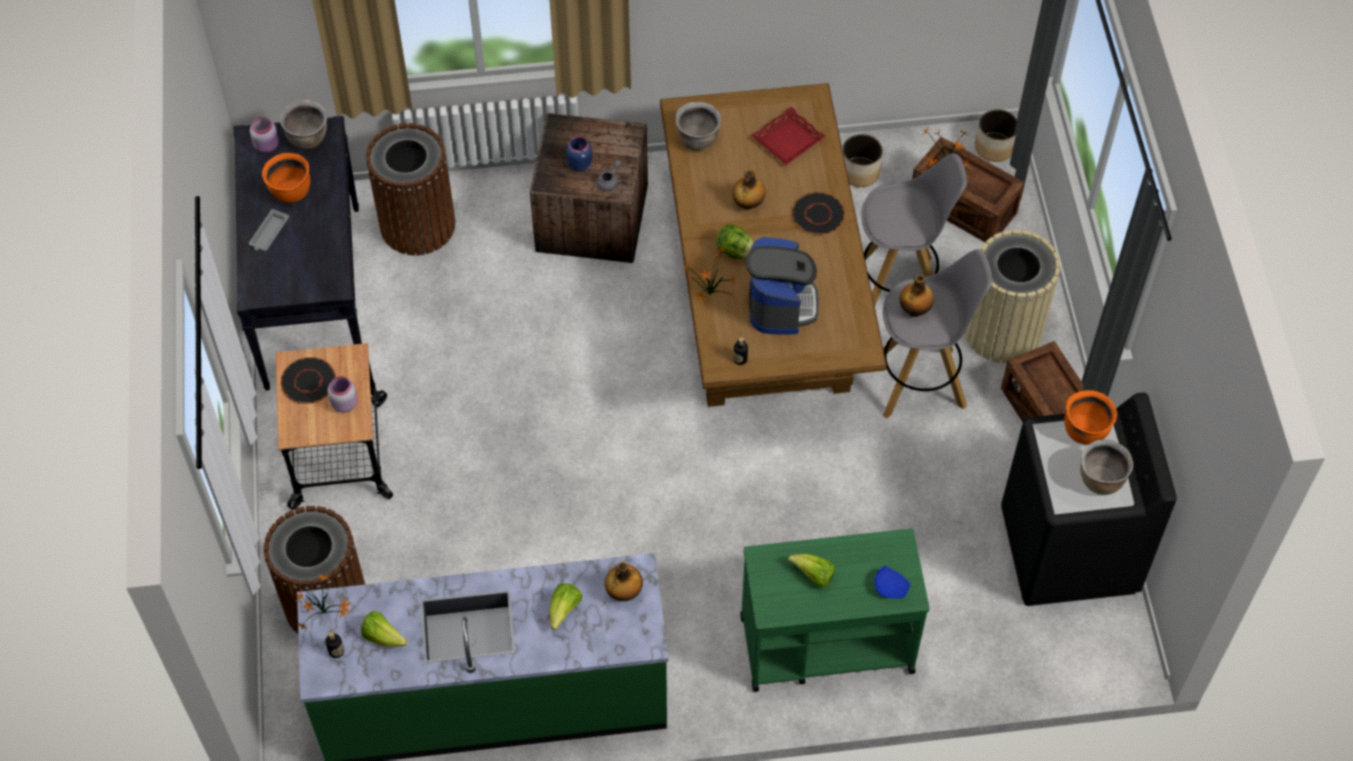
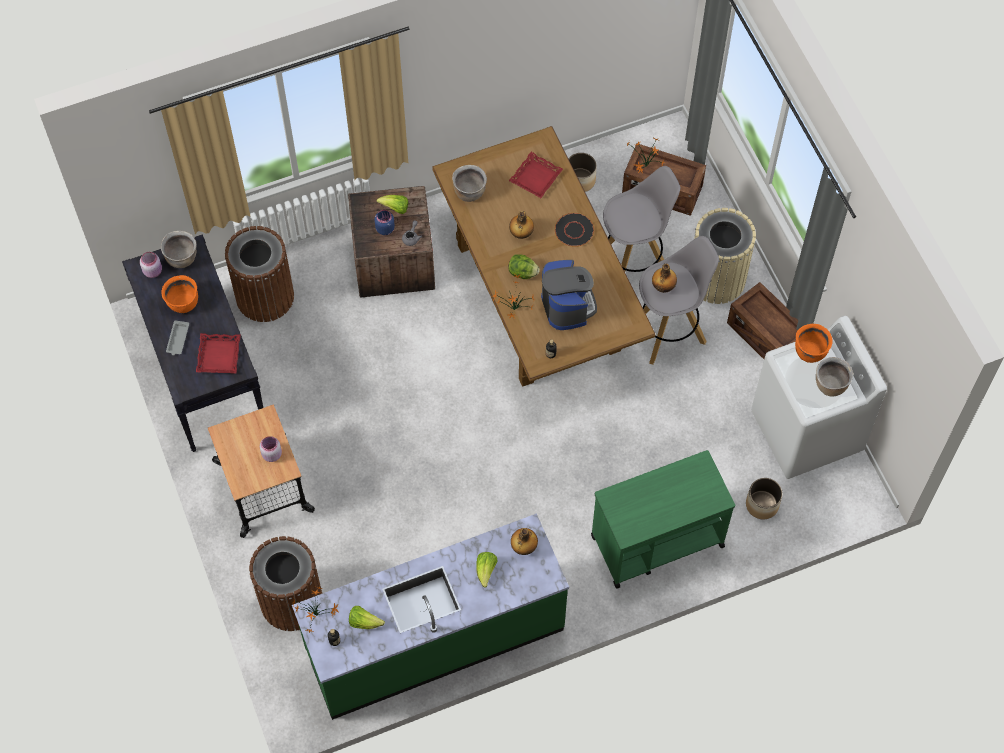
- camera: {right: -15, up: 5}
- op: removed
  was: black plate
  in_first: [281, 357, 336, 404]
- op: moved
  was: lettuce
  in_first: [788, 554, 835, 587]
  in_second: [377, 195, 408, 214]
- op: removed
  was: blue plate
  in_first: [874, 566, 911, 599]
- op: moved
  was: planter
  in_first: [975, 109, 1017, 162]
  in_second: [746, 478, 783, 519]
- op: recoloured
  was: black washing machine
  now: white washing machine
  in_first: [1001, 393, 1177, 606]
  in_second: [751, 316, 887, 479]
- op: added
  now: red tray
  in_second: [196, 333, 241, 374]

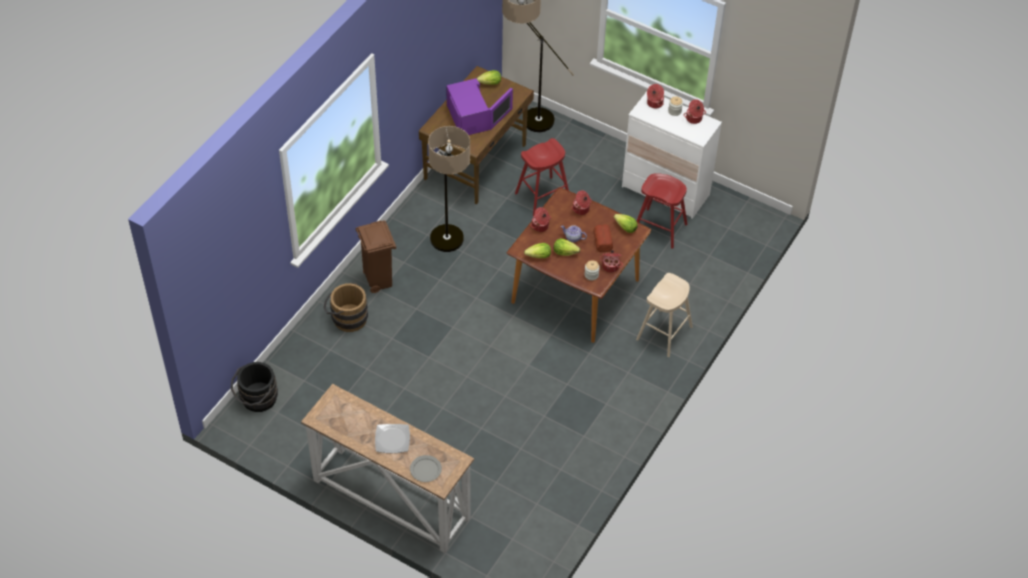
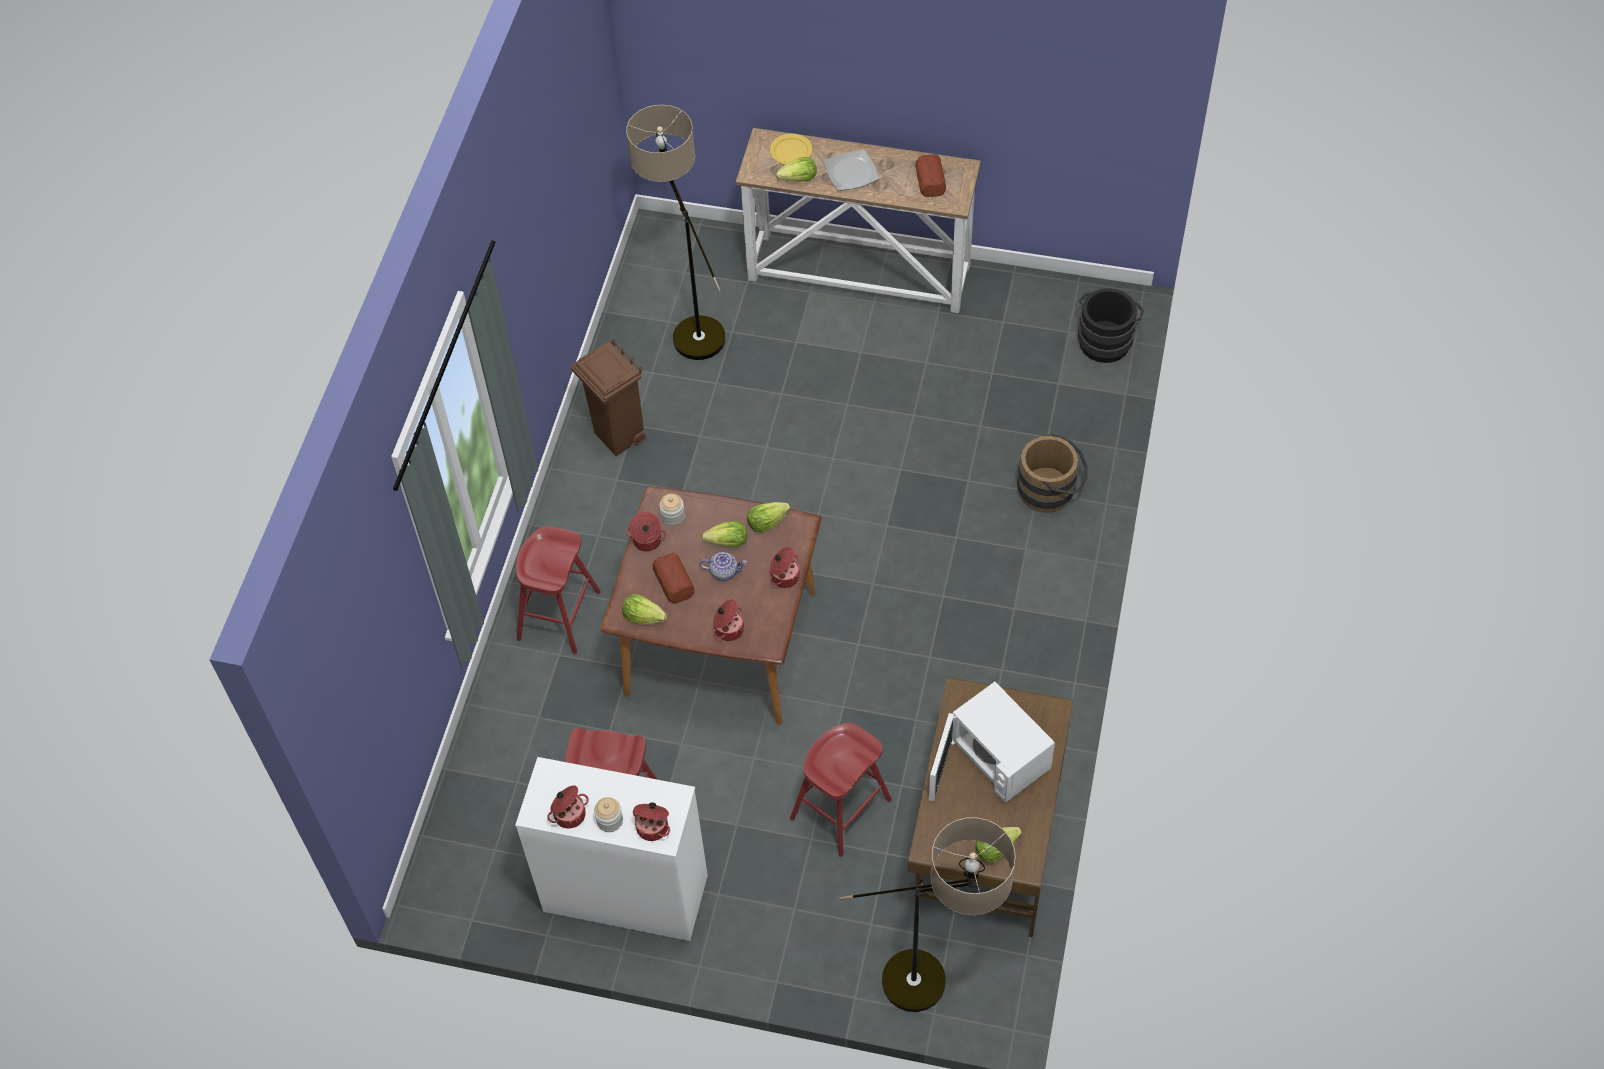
- camera: {right: 165, up: 5}
- op: moved
  was: brown trash can
  in_first: [355, 221, 396, 293]
  in_second: [571, 339, 646, 456]
- op: recoloured
  was: grey plate
  now: yellow plate
  in_first: [410, 455, 442, 482]
  in_second: [770, 134, 812, 165]
- op: moved
  was: floor lamp
  in_first: [428, 126, 470, 252]
  in_second: [626, 105, 725, 360]
- op: recoloured
  was: purple microwave
  now: white microwave
  in_first: [446, 78, 513, 135]
  in_second: [929, 682, 1055, 803]
- op: recoloured
  was: beige stool
  now: red stool
  in_first: [636, 273, 693, 357]
  in_second: [516, 527, 601, 654]
- op: added
  now: lettuce
  in_second: [776, 157, 817, 182]
- op: added
  now: bread
  in_second: [915, 154, 946, 197]

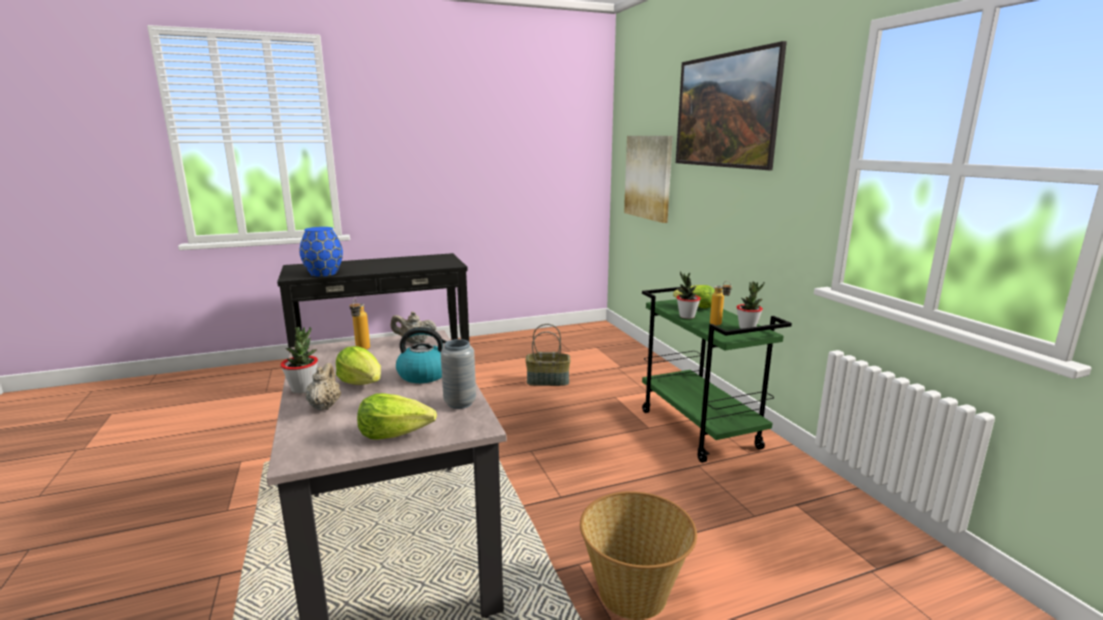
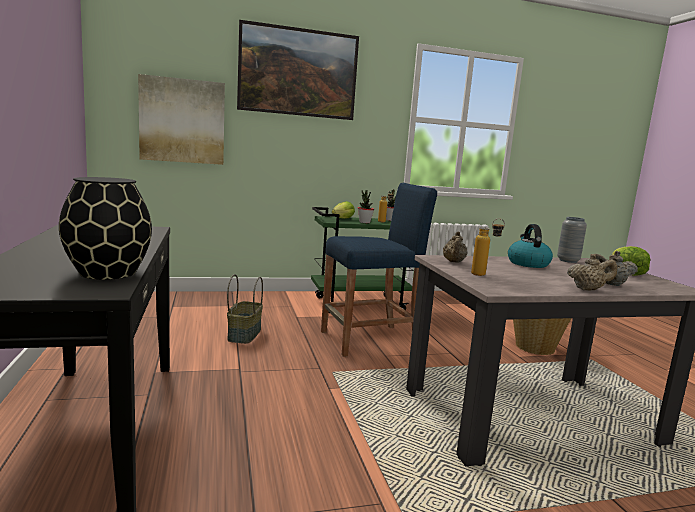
- camera: {right: -85, up: -5}
- op: replaced
  was: potted plant
  now: beige teapot
  in_first: [280, 327, 318, 394]
  in_second: [567, 254, 617, 291]
- op: recoloured
  was: blue vase
  now: black vase
  in_first: [299, 227, 343, 277]
  in_second: [59, 177, 152, 280]
- op: removed
  was: lettuce
  in_first: [336, 346, 381, 385]
- op: added
  now: blue stool
  in_second: [321, 183, 437, 357]

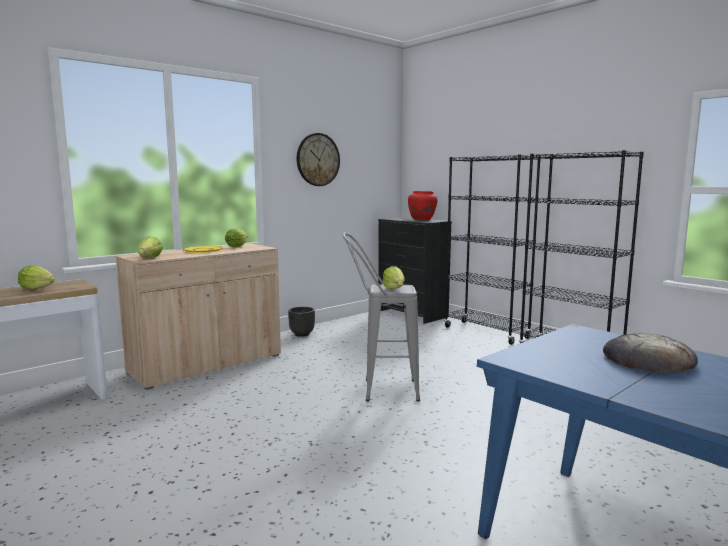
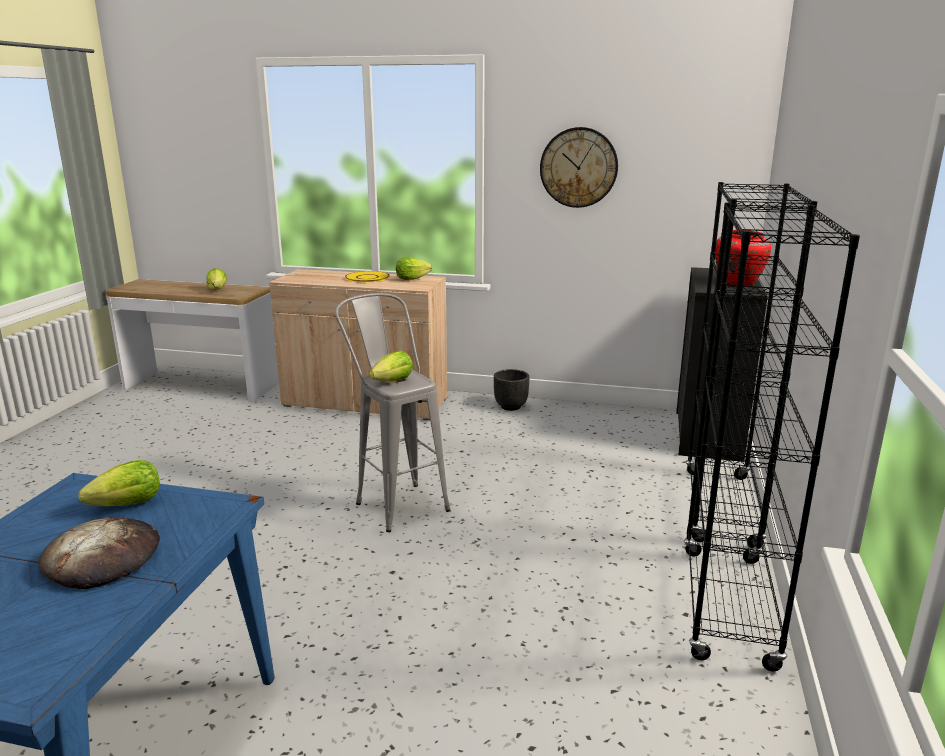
- camera: {right: 55, up: 10}
- op: moved
  was: lettuce
  in_first: [138, 237, 163, 258]
  in_second: [78, 460, 160, 506]

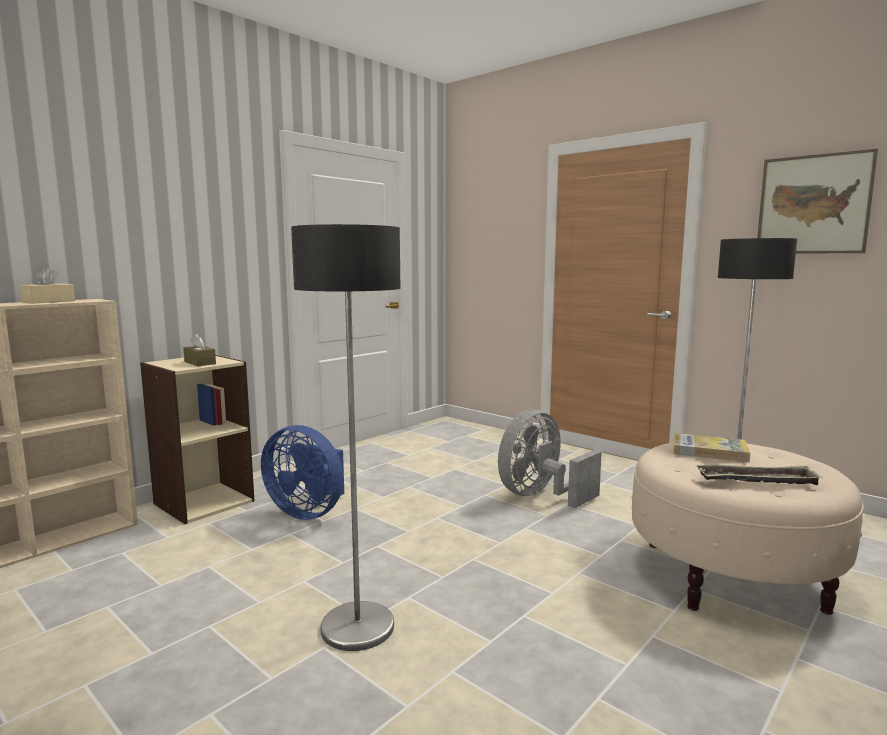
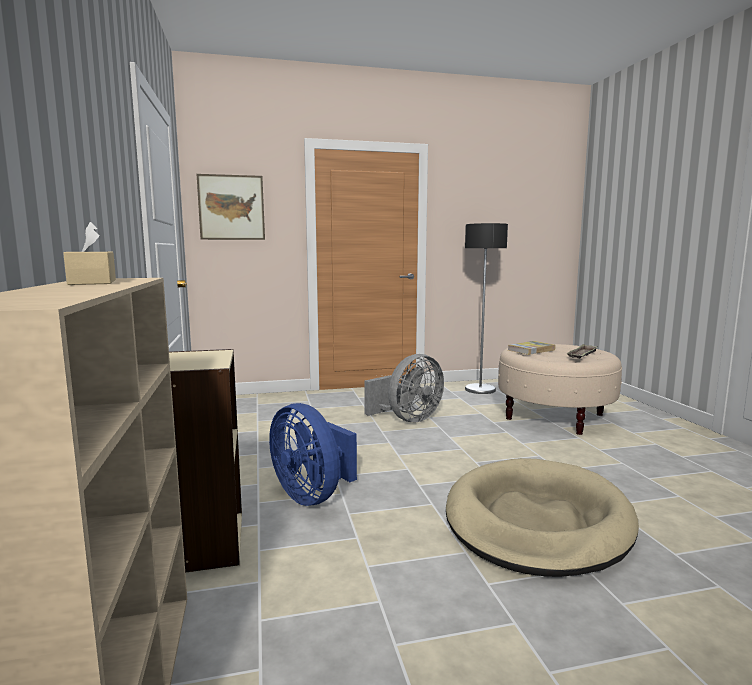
- camera: {right: -55, up: 0}
- op: removed
  was: brown tissue box
  in_first: [183, 334, 216, 366]
- op: turned
  was: blue fan
  in_first: [261, 425, 344, 520]
  in_second: [269, 403, 357, 506]
  clockwise: 75
- op: replaced
  was: floor lamp
  now: beige dog bed
  in_first: [291, 224, 400, 651]
  in_second: [446, 458, 639, 577]
- op: turned
  was: grey fan
  in_first: [498, 410, 602, 508]
  in_second: [364, 354, 444, 422]
  clockwise: -120
- op: moved
  was: picture
  in_first: [757, 149, 878, 254]
  in_second: [197, 174, 265, 240]

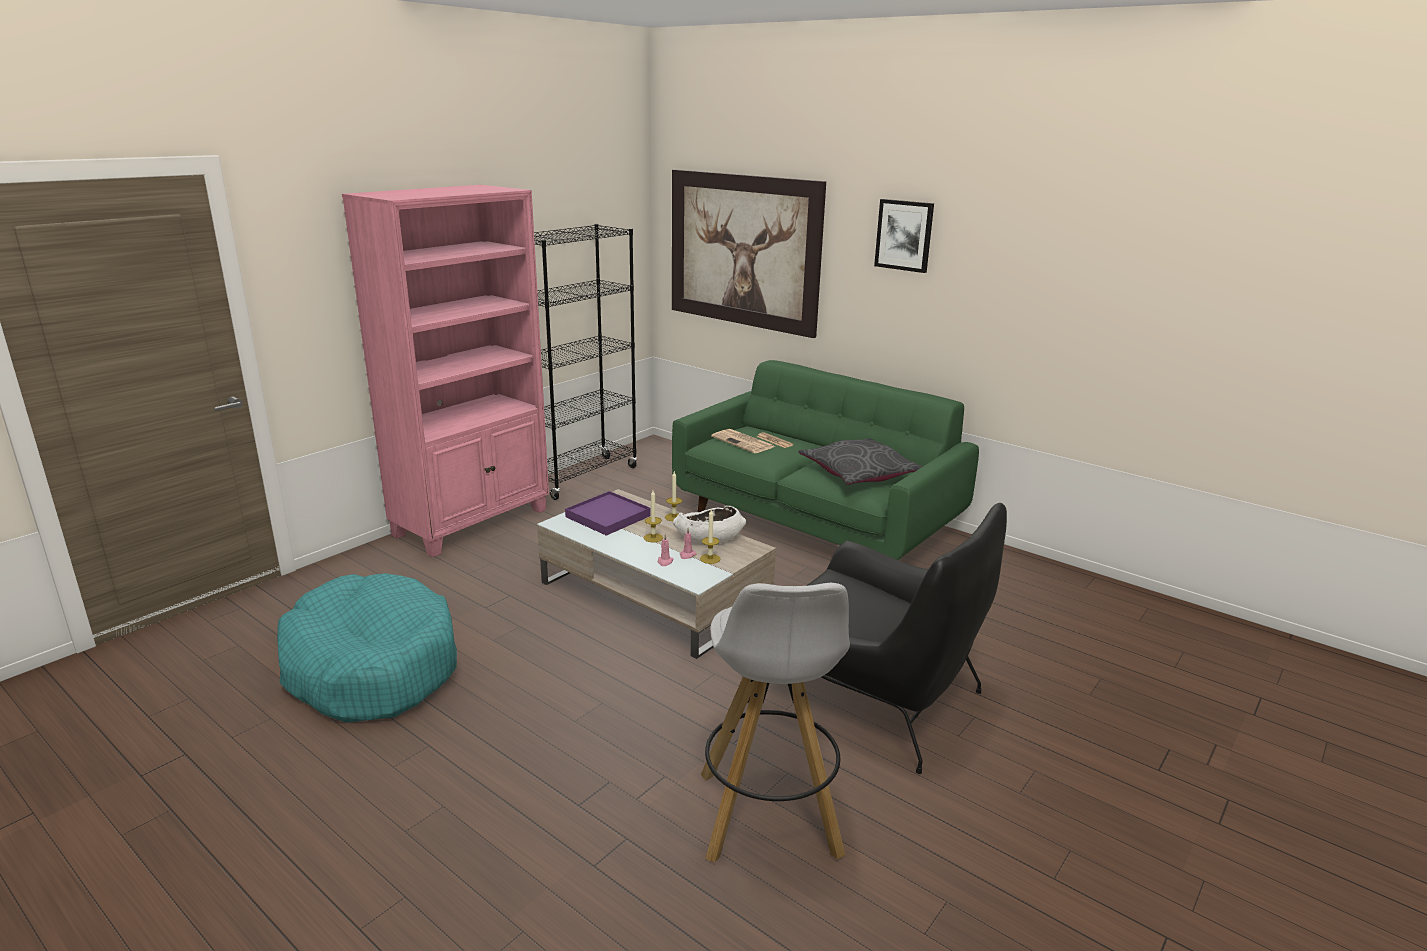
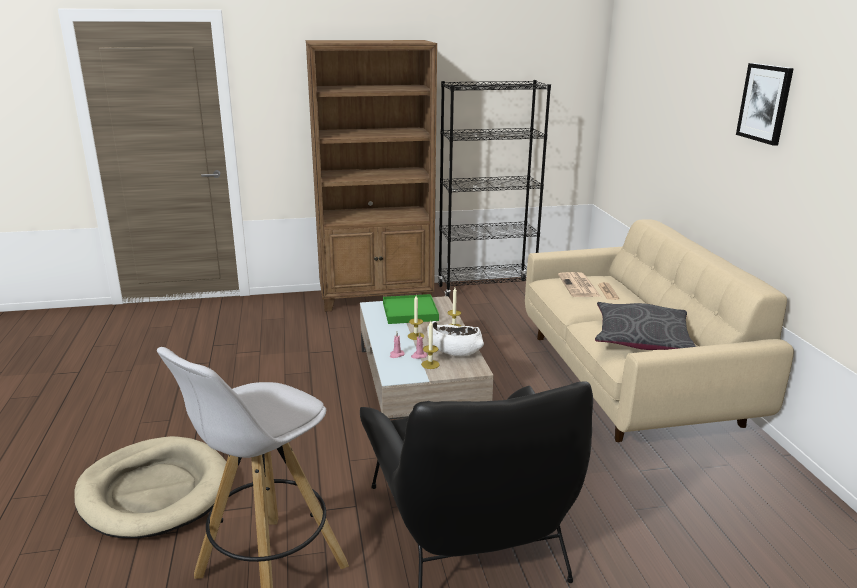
- camera: {right: 40, up: 0}
- op: removed
  was: turquoise dog bed
  in_first: [277, 573, 457, 723]
- op: recoloured
  was: pink bookcase
  now: brown bookcase
  in_first: [342, 185, 549, 557]
  in_second: [306, 40, 437, 312]
- op: recoloured
  was: purple tray
  now: green tray
  in_first: [565, 491, 650, 536]
  in_second: [383, 294, 439, 324]
- op: removed
  was: picture
  in_first: [672, 170, 826, 338]
- op: recoloured
  was: green sofa
  now: beige sofa
  in_first: [672, 360, 979, 560]
  in_second: [525, 219, 794, 442]
- op: added
  now: beige dog bed
  in_second: [74, 436, 226, 538]

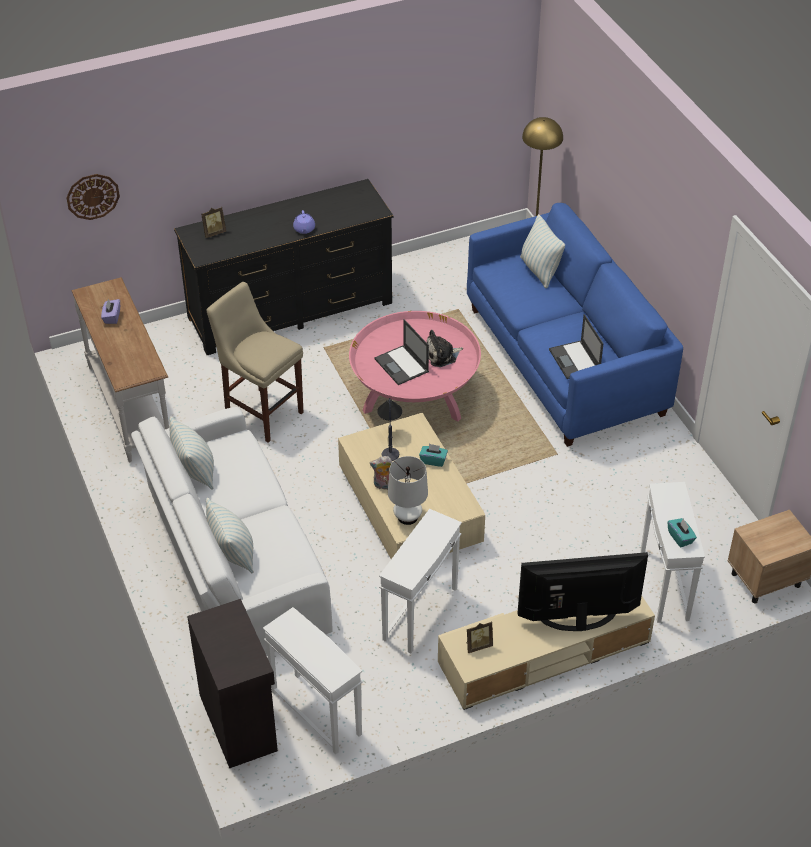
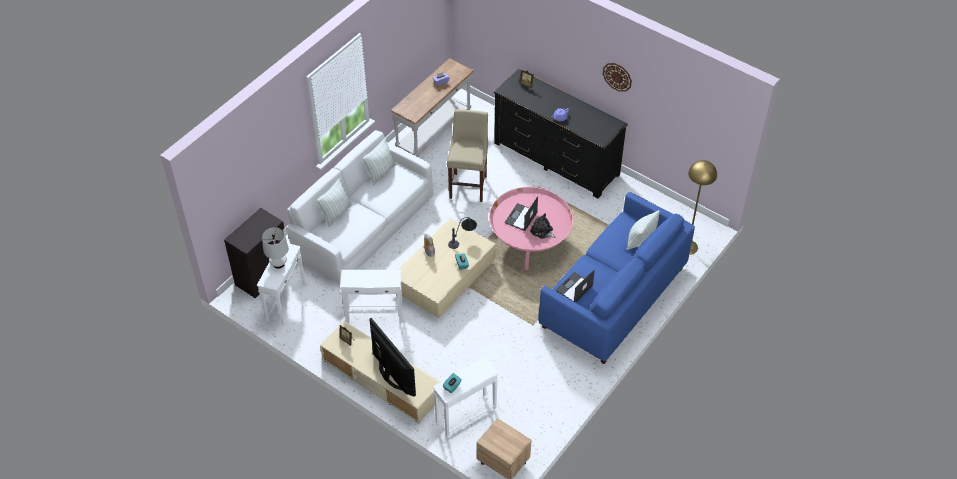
- camera: {right: 60, up: 5}
- op: moved
  was: wall clock
  in_first: [66, 174, 120, 220]
  in_second: [603, 63, 632, 92]
- op: moved
  was: white table lamp
  in_first: [388, 456, 428, 525]
  in_second: [262, 227, 288, 269]

